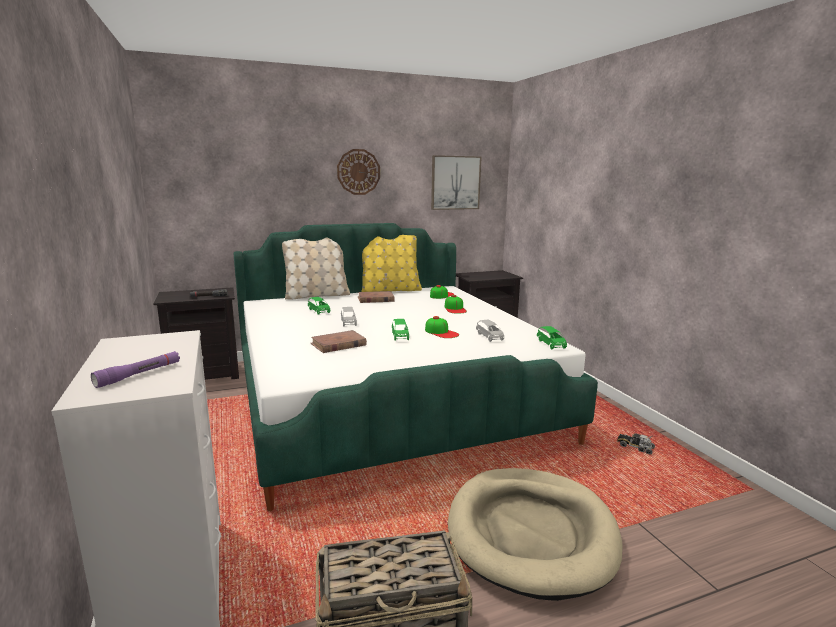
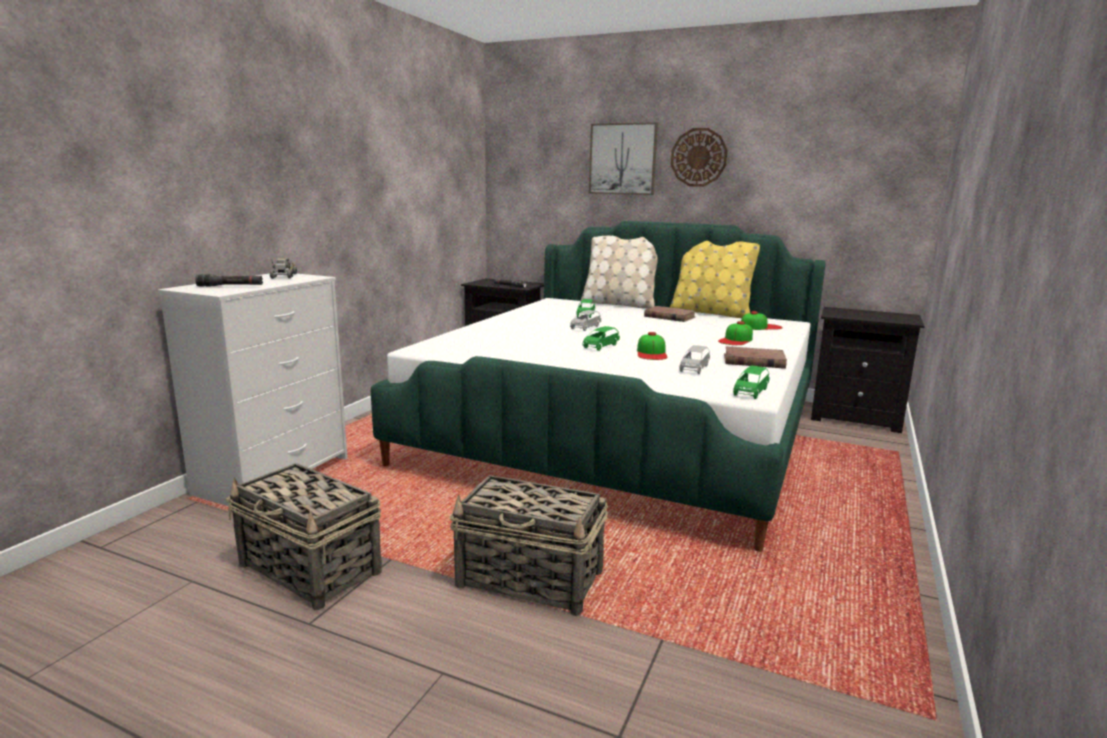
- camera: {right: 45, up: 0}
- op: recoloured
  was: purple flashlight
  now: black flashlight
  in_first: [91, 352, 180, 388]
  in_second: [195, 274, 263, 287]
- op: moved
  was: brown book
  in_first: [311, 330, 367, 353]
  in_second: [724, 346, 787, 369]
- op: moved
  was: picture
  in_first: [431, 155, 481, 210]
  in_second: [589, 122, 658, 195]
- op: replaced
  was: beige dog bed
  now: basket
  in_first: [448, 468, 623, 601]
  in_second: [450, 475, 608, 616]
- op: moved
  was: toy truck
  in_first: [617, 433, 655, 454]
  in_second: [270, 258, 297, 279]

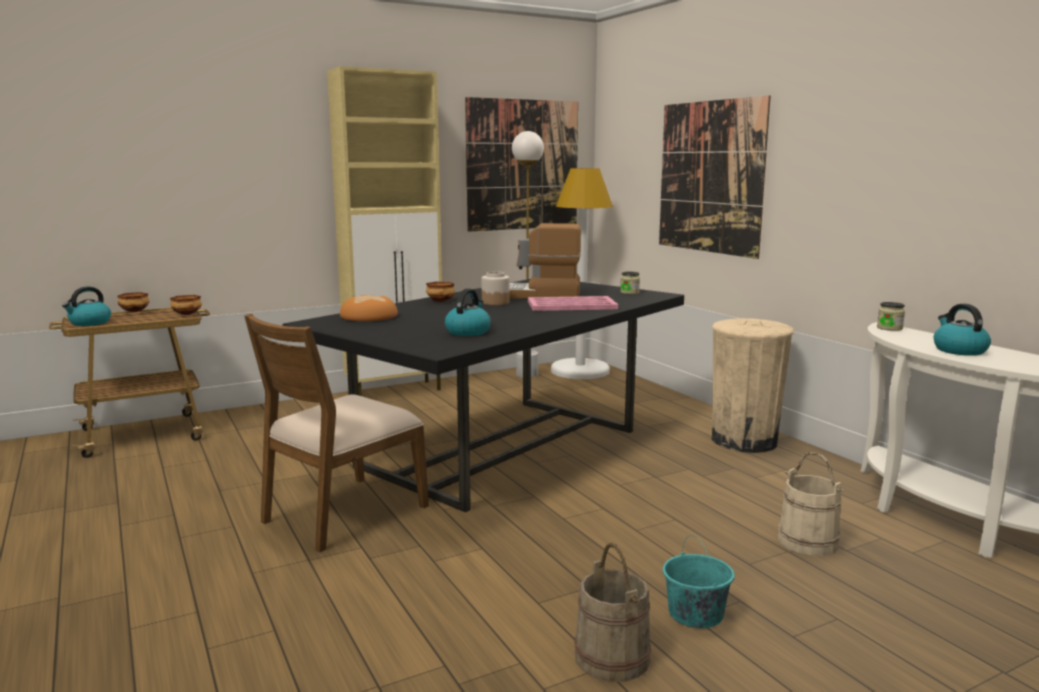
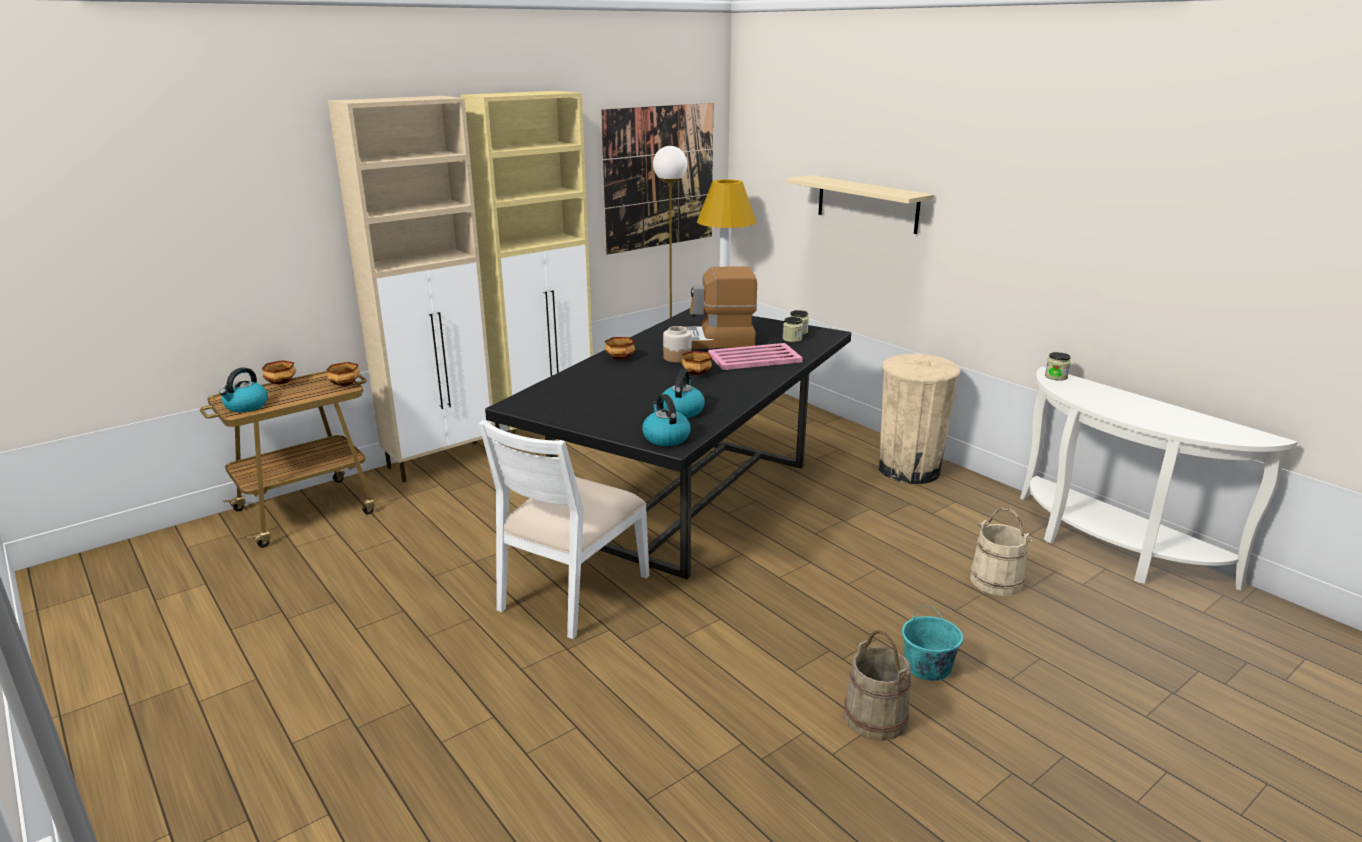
- camera: {right: -10, up: 10}
- op: recoloured
  was: brown chair
  now: white chair
  in_first: [244, 313, 429, 552]
  in_second: [479, 420, 649, 639]
- op: removed
  was: bread
  in_first: [340, 295, 398, 321]
- op: replaced
  was: picture
  now: beige shelf
  in_first: [659, 95, 771, 259]
  in_second: [786, 175, 934, 234]
- op: moved
  was: kettle
  in_first: [934, 304, 991, 356]
  in_second: [642, 394, 691, 446]
- op: added
  now: beige cabinet
  in_second: [328, 96, 495, 483]
- op: added
  now: bowl
  in_second: [681, 351, 712, 376]
- op: added
  now: jar
  in_second: [783, 317, 803, 342]

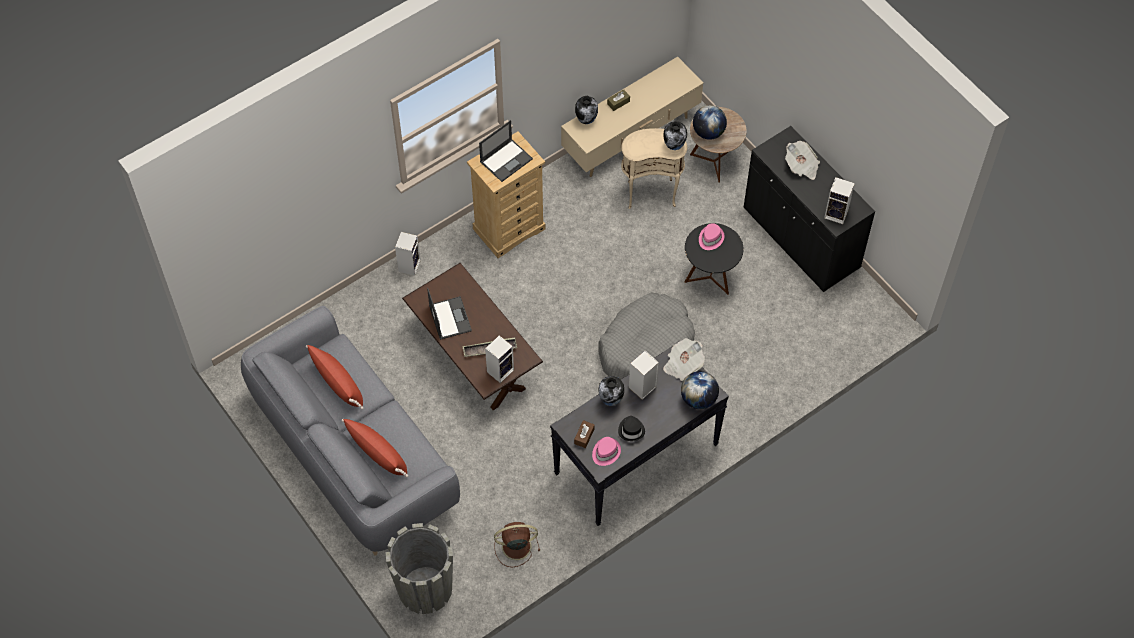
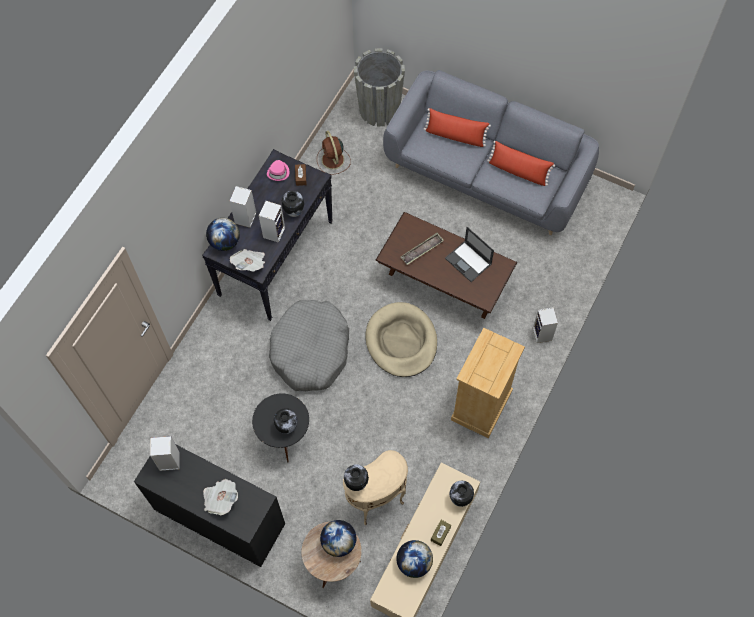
- camera: {right: 155, up: 5}
- op: removed
  was: laptop
  in_first: [479, 120, 533, 182]
- op: moved
  was: speaker
  in_first: [485, 335, 514, 383]
  in_second: [229, 186, 256, 228]
- op: turned
  was: brown fan
  in_first: [494, 522, 540, 567]
  in_second: [317, 131, 351, 175]
  clockwise: 105
- op: removed
  was: black hat
  in_first: [618, 416, 645, 441]
- op: replaced
  was: pink hat
  now: vase
  in_first: [699, 223, 724, 250]
  in_second: [274, 408, 298, 434]
- op: added
  now: beige dog bed
  in_second: [365, 302, 437, 377]
- op: added
  now: globe
  in_second: [396, 540, 433, 578]

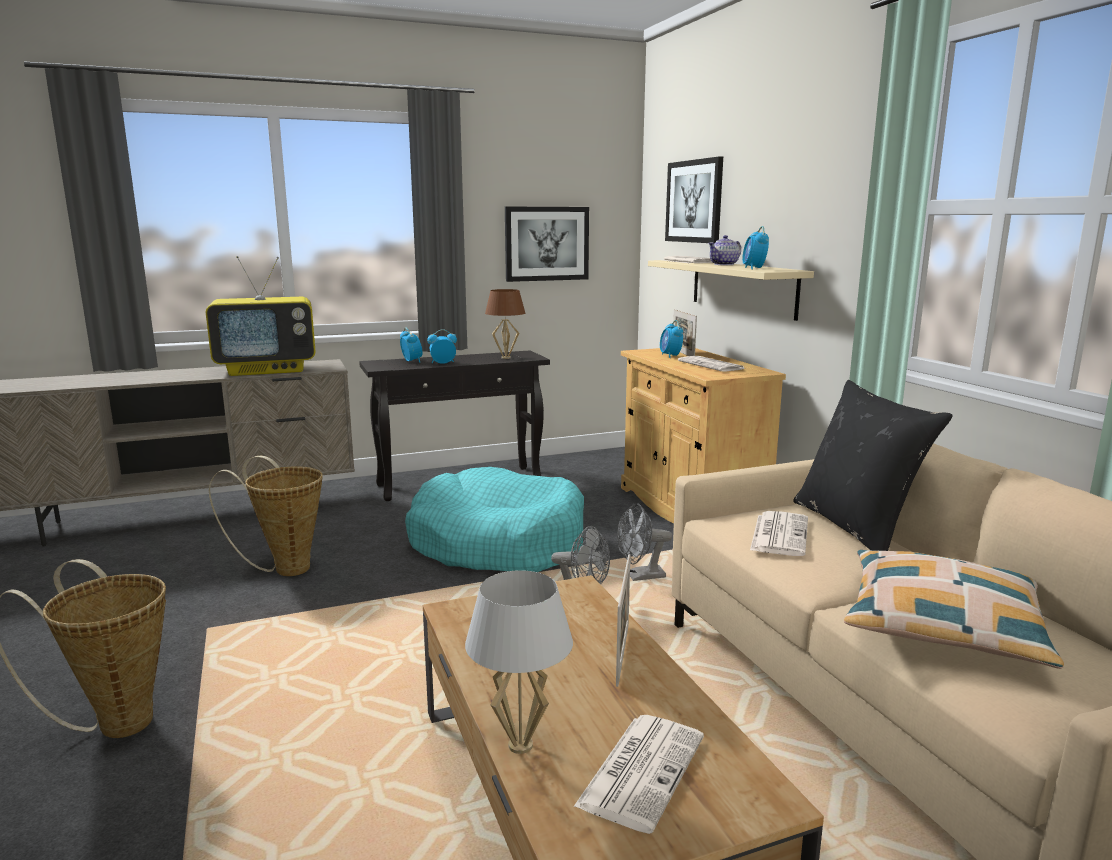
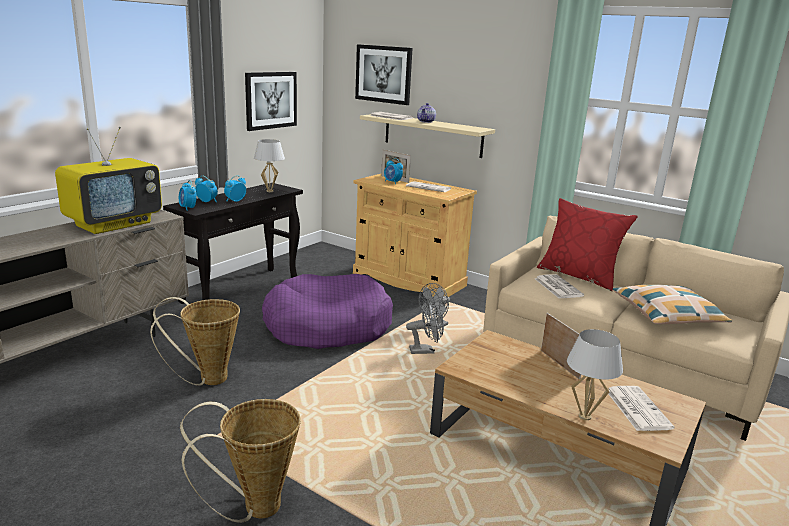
- camera: {right: -35, up: 5}
- op: recoloured
  was: turquoise dog bed
  now: purple dog bed
  in_first: [405, 467, 584, 572]
  in_second: [262, 274, 393, 349]
- op: recoloured
  was: brown table lamp
  now: white table lamp
  in_first: [485, 289, 525, 359]
  in_second: [254, 139, 285, 192]
- op: moved
  was: alarm clock
  in_first: [742, 226, 769, 270]
  in_second: [179, 180, 196, 211]
- op: recoloured
  was: black pillow
  now: red pillow
  in_first: [793, 380, 953, 551]
  in_second: [537, 198, 638, 291]

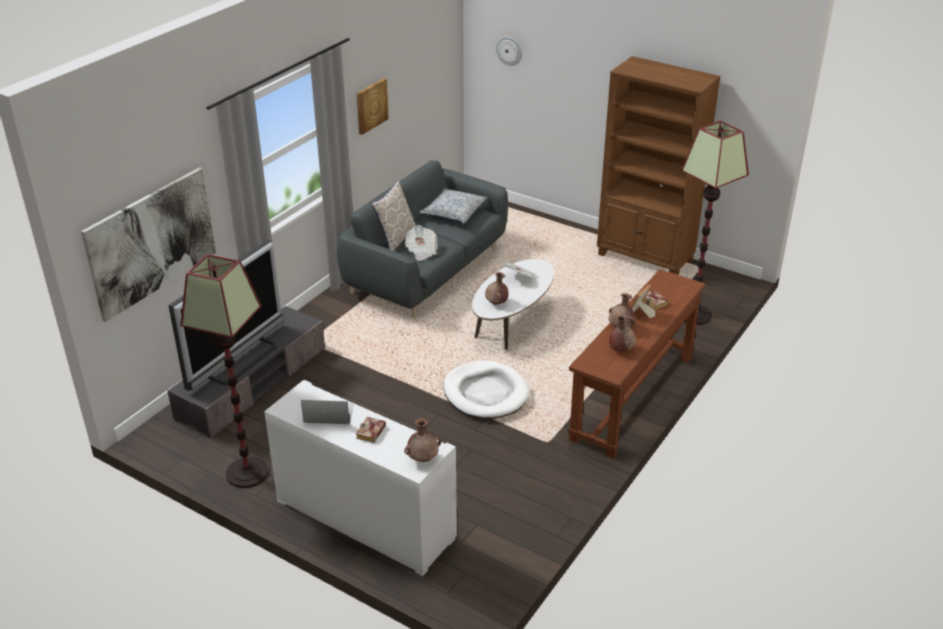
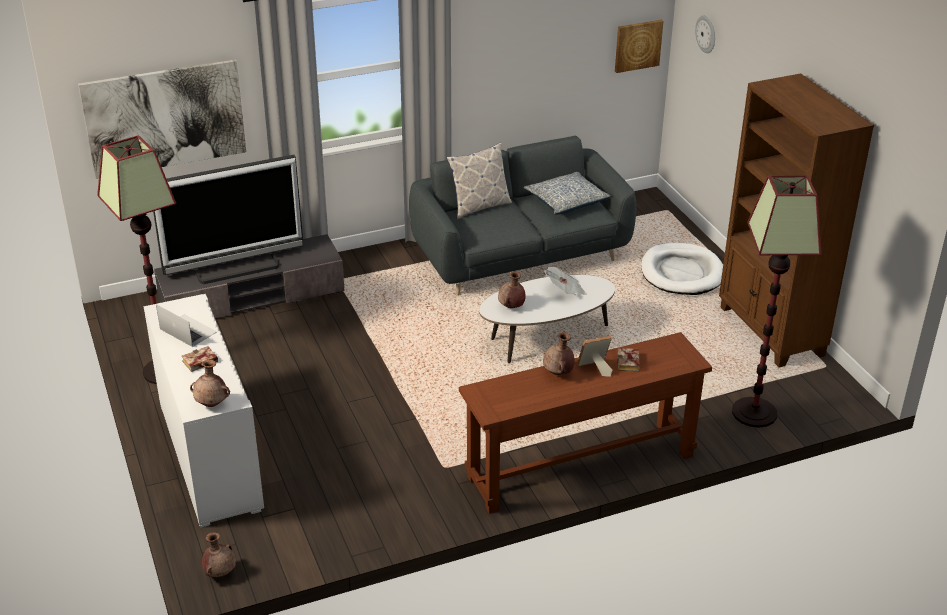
- camera: {right: 35, up: 0}
- op: moved
  was: picture
  in_first: [357, 78, 389, 135]
  in_second: [615, 20, 664, 73]
- op: removed
  was: newspaper
  in_first: [404, 225, 437, 261]
- op: moved
  was: white dog bed
  in_first: [443, 361, 530, 419]
  in_second: [641, 243, 723, 295]
- op: moved
  was: brown vase
  in_first: [609, 315, 636, 352]
  in_second: [202, 532, 236, 577]

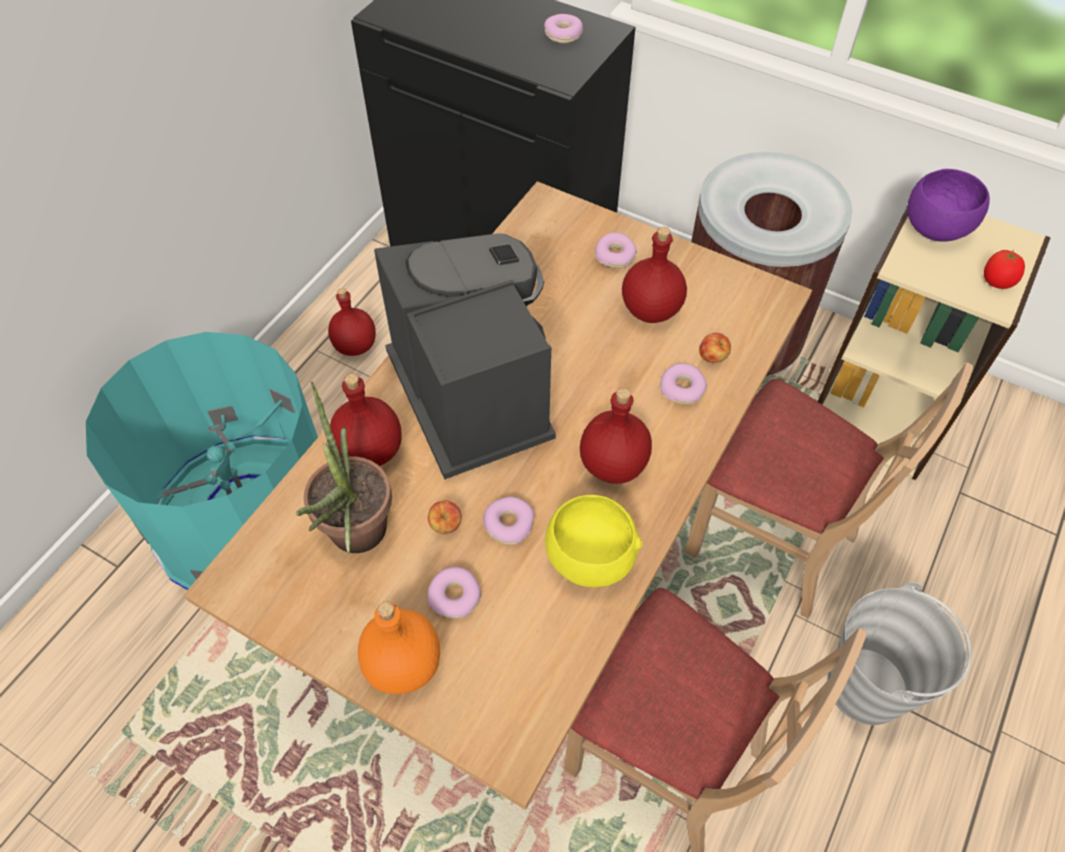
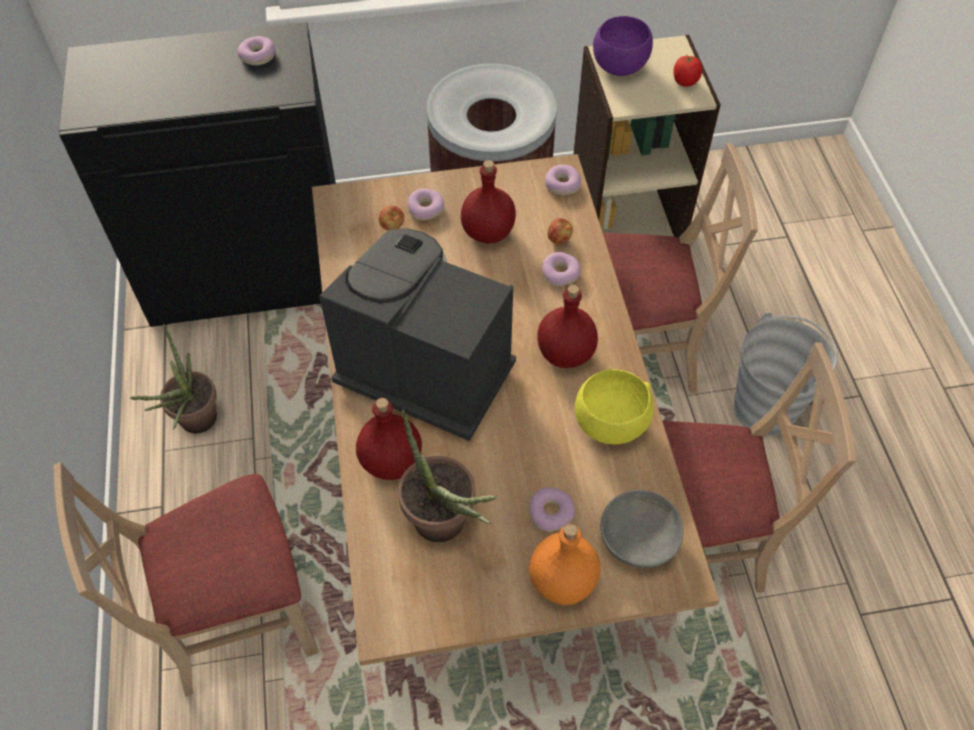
- camera: {right: -40, up: 0}
- op: replaced
  was: turquoise trash can
  now: beige chair
  in_first: [86, 332, 318, 590]
  in_second: [54, 462, 319, 697]
- op: replaced
  was: red bottle
  now: potted plant
  in_first: [328, 288, 376, 356]
  in_second: [130, 324, 217, 433]
- op: moved
  was: apple
  in_first: [428, 500, 462, 534]
  in_second: [379, 205, 404, 230]
- op: moved
  was: donut
  in_first: [483, 496, 534, 545]
  in_second: [545, 165, 581, 195]
- op: added
  now: grey bowl
  in_second: [600, 490, 684, 568]

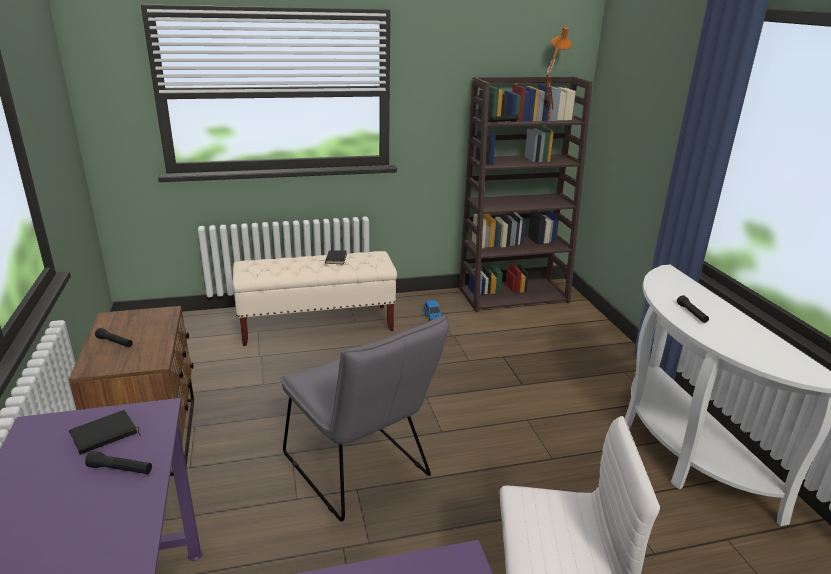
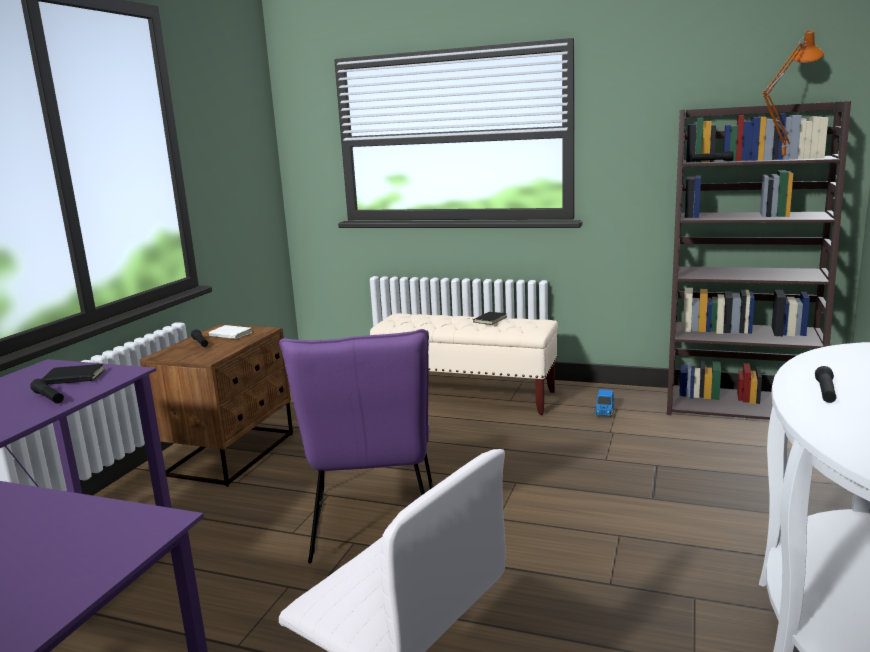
- camera: {right: 35, up: -10}
- op: recoloured
  was: grey chair
  now: purple chair
  in_first: [280, 315, 449, 521]
  in_second: [279, 329, 433, 563]
- op: added
  now: white book
  in_second: [209, 325, 252, 339]

